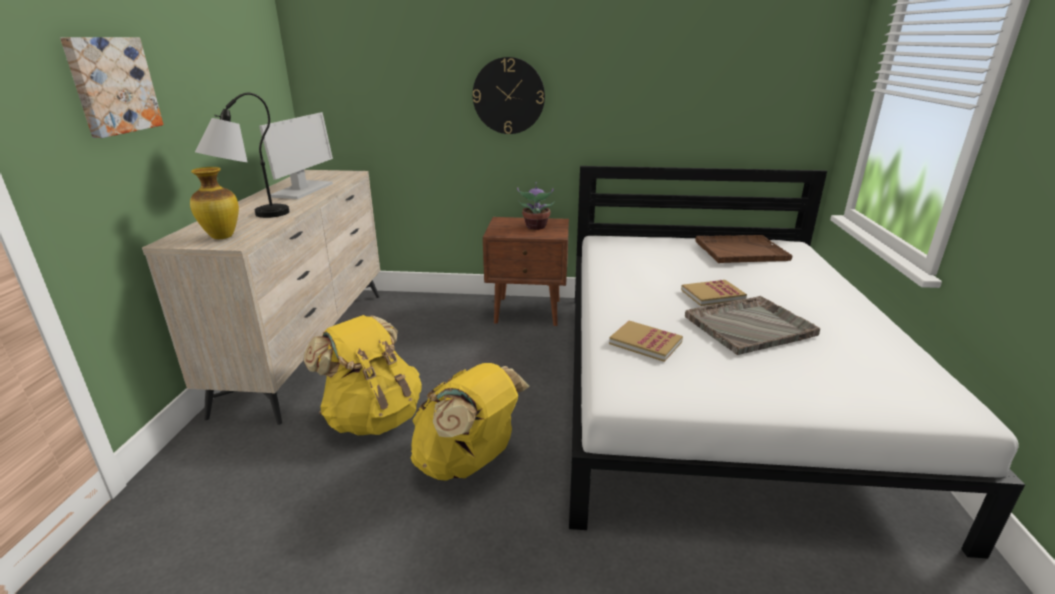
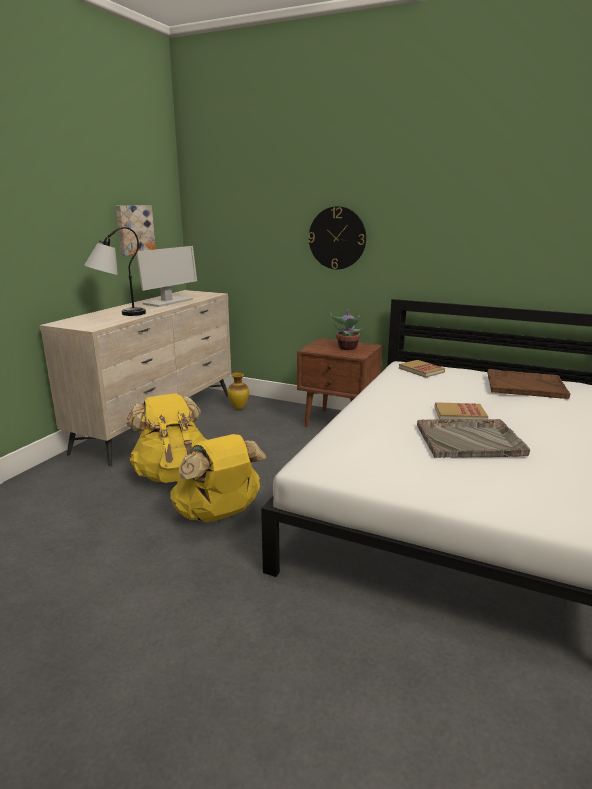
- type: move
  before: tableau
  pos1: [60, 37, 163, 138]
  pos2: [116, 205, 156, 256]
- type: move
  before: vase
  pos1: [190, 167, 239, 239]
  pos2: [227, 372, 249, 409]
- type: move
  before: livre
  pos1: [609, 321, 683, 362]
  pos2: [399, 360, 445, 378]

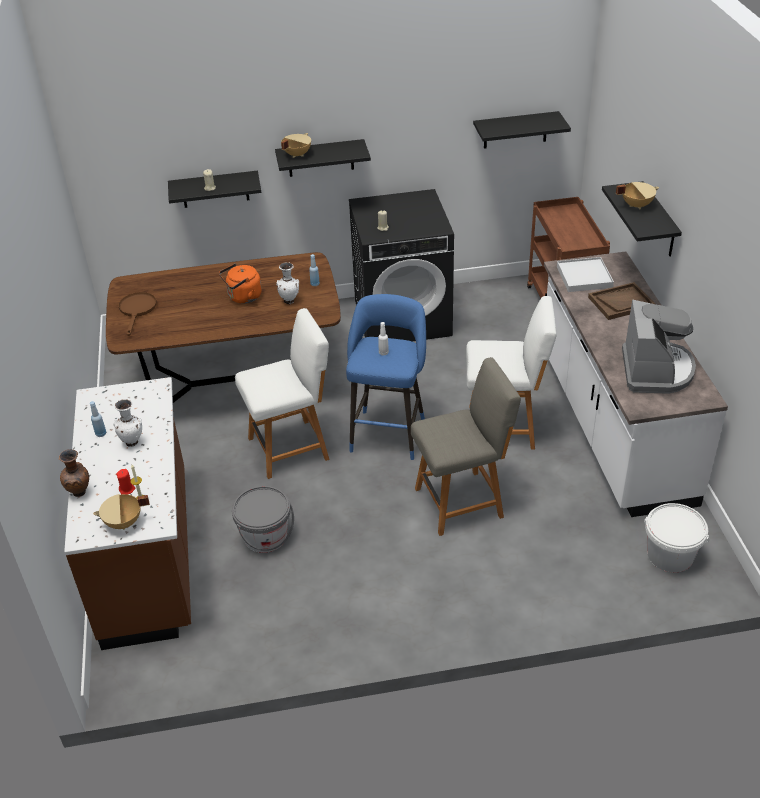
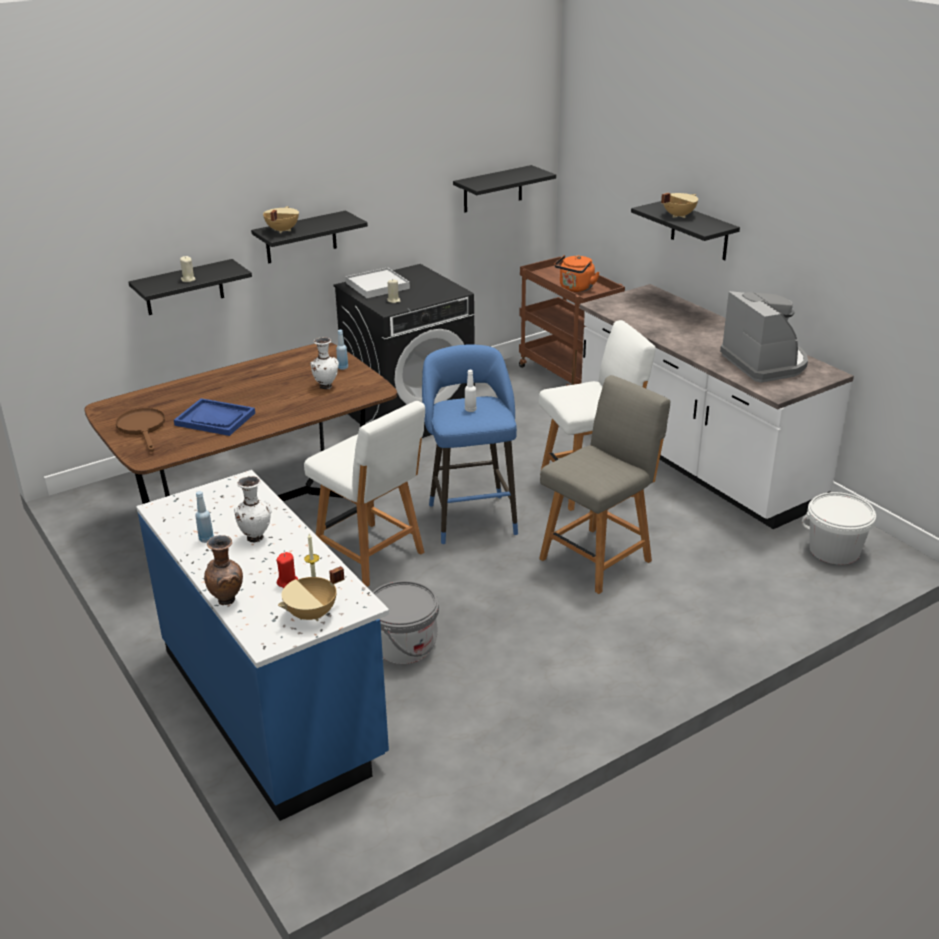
- type: delete
  before: plateau (marron)
  pos1: [588, 282, 655, 320]
- type: insert
  after: plateau (bleu)
  pos2: [174, 398, 255, 436]
- type: move
  before: bouilloire (orange)
  pos1: [219, 263, 262, 304]
  pos2: [554, 255, 600, 292]
- type: move
  before: plateau (blanc)
  pos1: [557, 257, 614, 292]
  pos2: [346, 267, 410, 298]
- type: recolor
  before: comptoir de cuisine (marron)
  after: comptoir de cuisine (bleu)
  pos1: [64, 377, 191, 650]
  pos2: [136, 470, 389, 821]
- type: rotate
  before: chaise (blanc)
  pos1: [235, 308, 329, 479]
  pos2: [304, 401, 425, 587]
  turn: 90

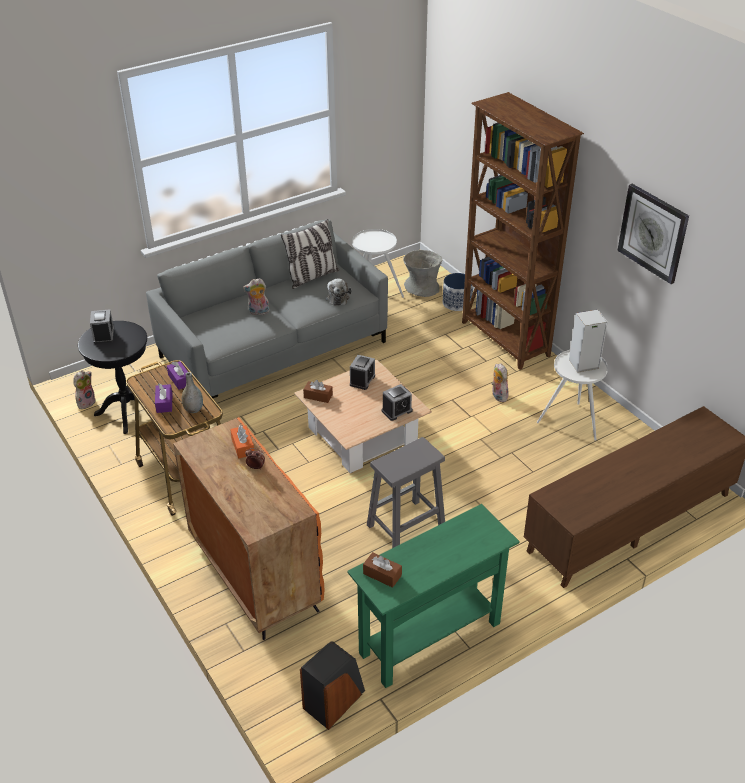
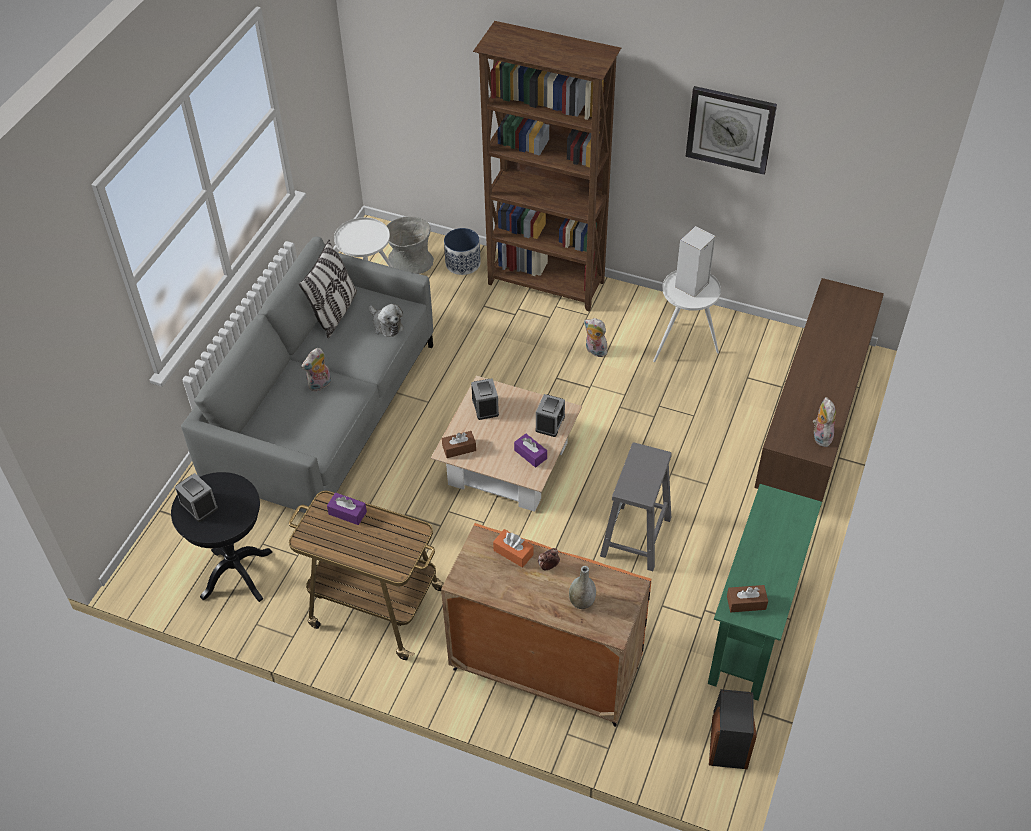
- type: move
  before: peluche
  pos1: [73, 370, 96, 409]
  pos2: [813, 397, 836, 447]
- type: move
  before: boîte à mouchoirs (violet)
  pos1: [155, 384, 172, 413]
  pos2: [514, 434, 547, 468]
- type: move
  before: vase (gris)
  pos1: [182, 372, 203, 413]
  pos2: [569, 566, 596, 609]

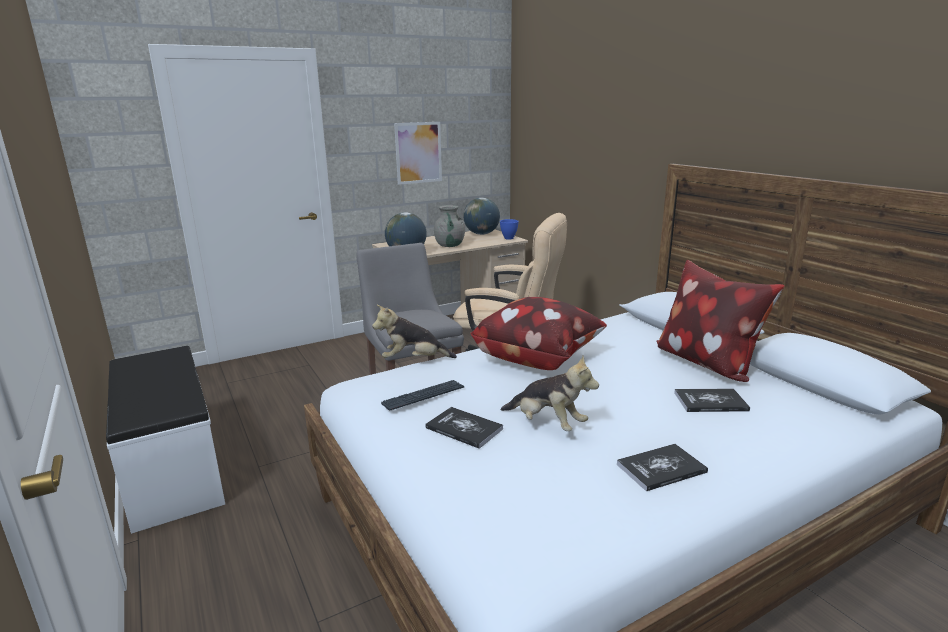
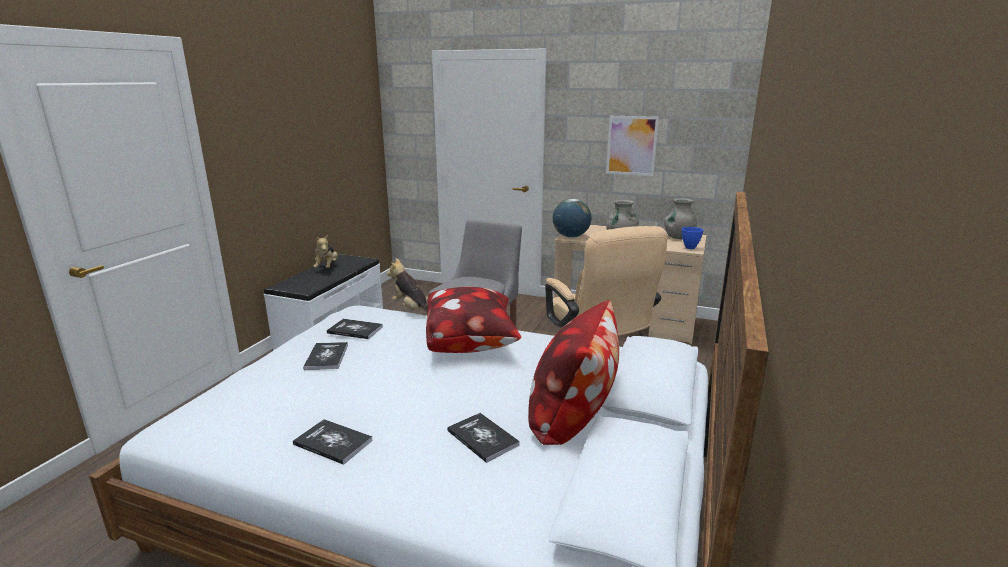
- type: move
  before: peluche
  pos1: [500, 355, 599, 431]
  pos2: [313, 234, 338, 268]
- type: replace
  before: clavier
  after: livre
  pos1: [381, 380, 464, 411]
  pos2: [327, 319, 383, 339]
- type: replace
  before: globe
  after: vase (gris)
  pos1: [463, 198, 500, 235]
  pos2: [664, 198, 697, 239]

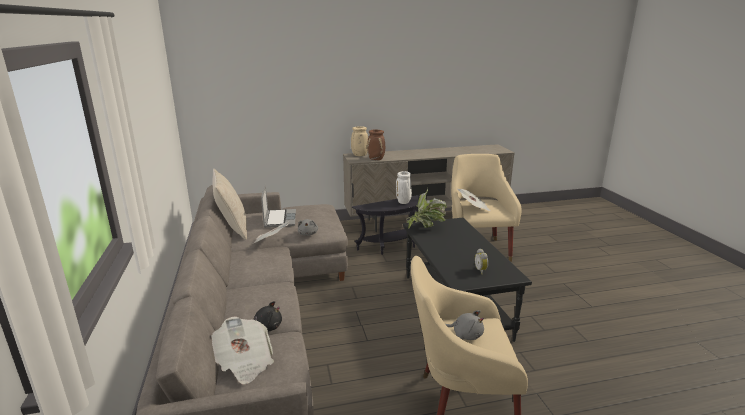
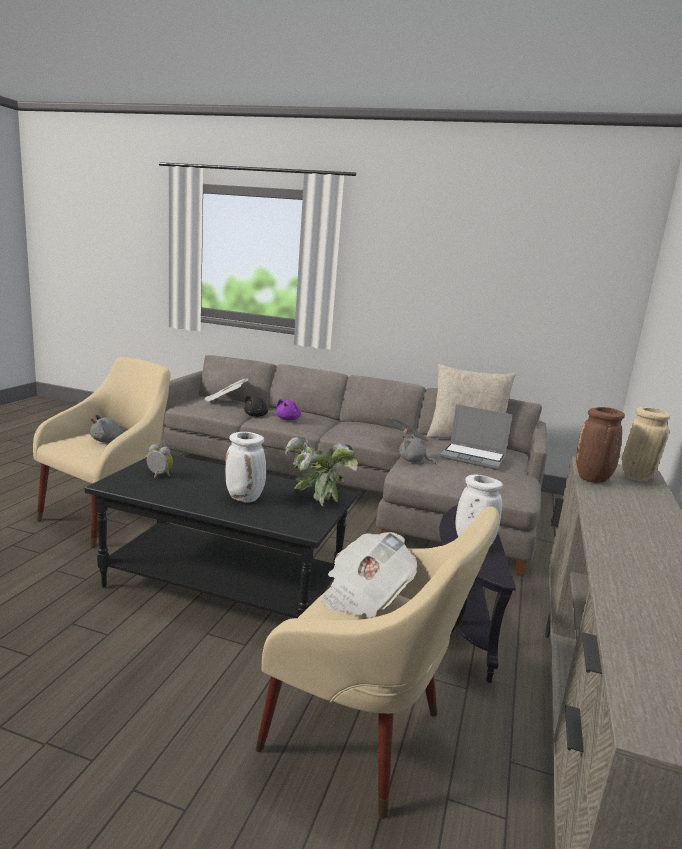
- type: insert
  after: vase (blanc)
  pos2: [225, 432, 266, 503]
- type: insert
  after: peluche (violet)
  pos2: [276, 399, 301, 420]

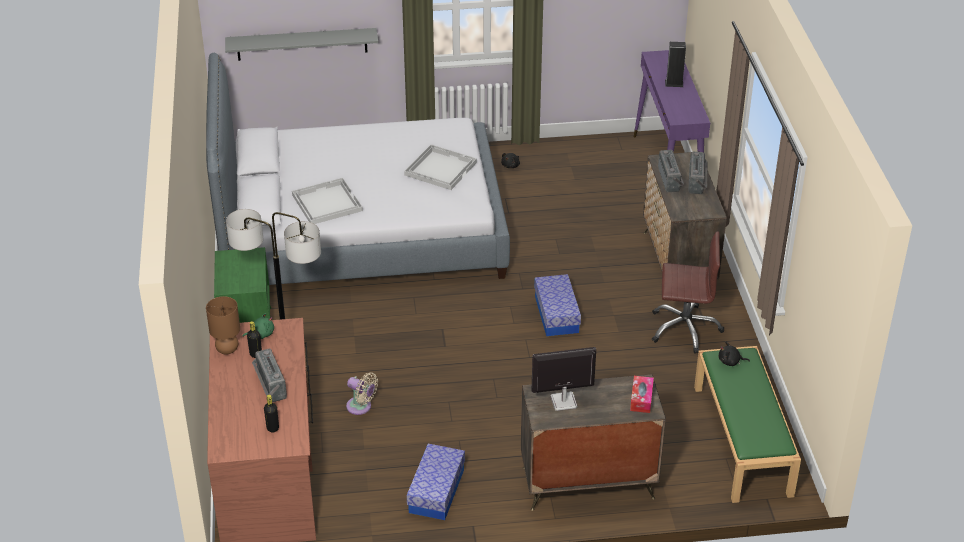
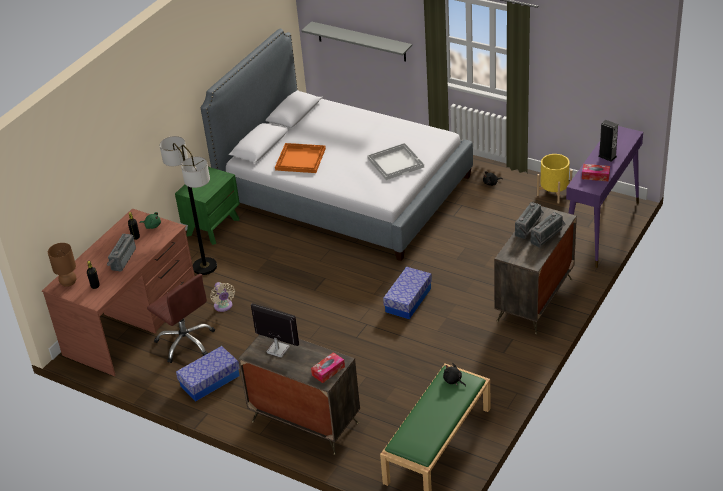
- type: insert
  after: cache-pot (jaune)
  pos2: [537, 154, 572, 204]
- type: insert
  after: boîte à mouchoirs
  pos2: [582, 164, 610, 181]
- type: move
  before: lampe de table (marron)
  pos1: [206, 296, 240, 354]
  pos2: [48, 243, 76, 287]
- type: move
  before: chaise de bureau (marron)
  pos1: [652, 231, 724, 354]
  pos2: [147, 274, 215, 363]
- type: recolor
  before: plateau (blanc)
  after: plateau (orange)
  pos1: [292, 177, 363, 224]
  pos2: [275, 143, 326, 173]

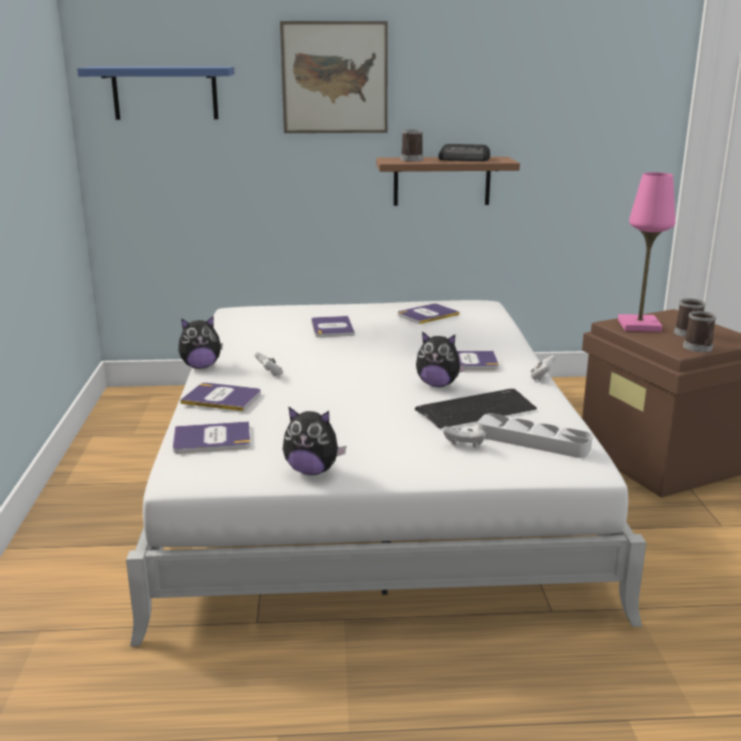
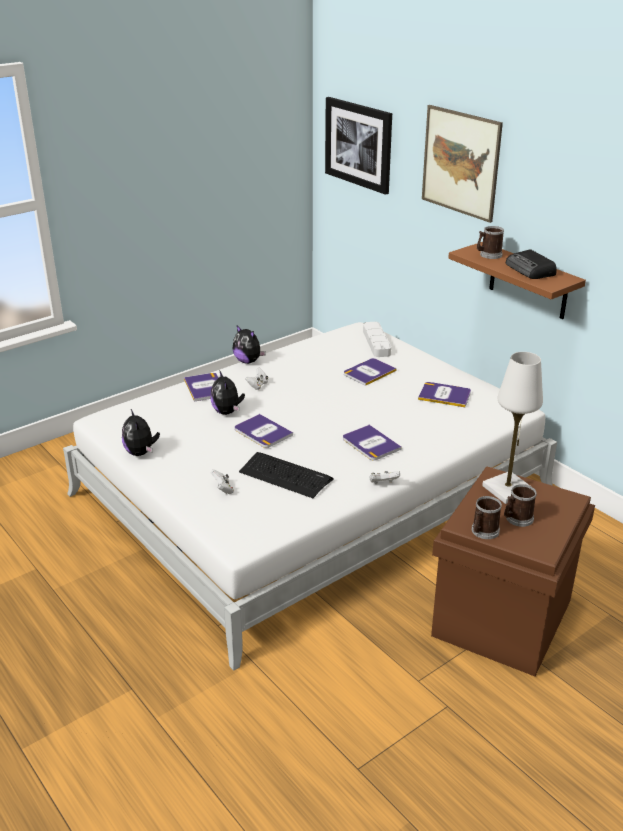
- type: move
  before: livre
  pos1: [173, 421, 250, 454]
  pos2: [235, 414, 293, 448]
- type: move
  before: peluche
  pos1: [416, 331, 466, 387]
  pos2: [210, 370, 245, 415]
- type: move
  before: plateau (gris)
  pos1: [478, 413, 593, 458]
  pos2: [363, 322, 391, 357]
- type: replace
  before: étagère (bleu)
  after: tableau
  pos1: [77, 67, 235, 120]
  pos2: [325, 97, 392, 195]
- type: recolor
  before: lampe de table (rose)
  after: lampe de table (blanc)
  pos1: [618, 172, 675, 332]
  pos2: [482, 352, 543, 504]

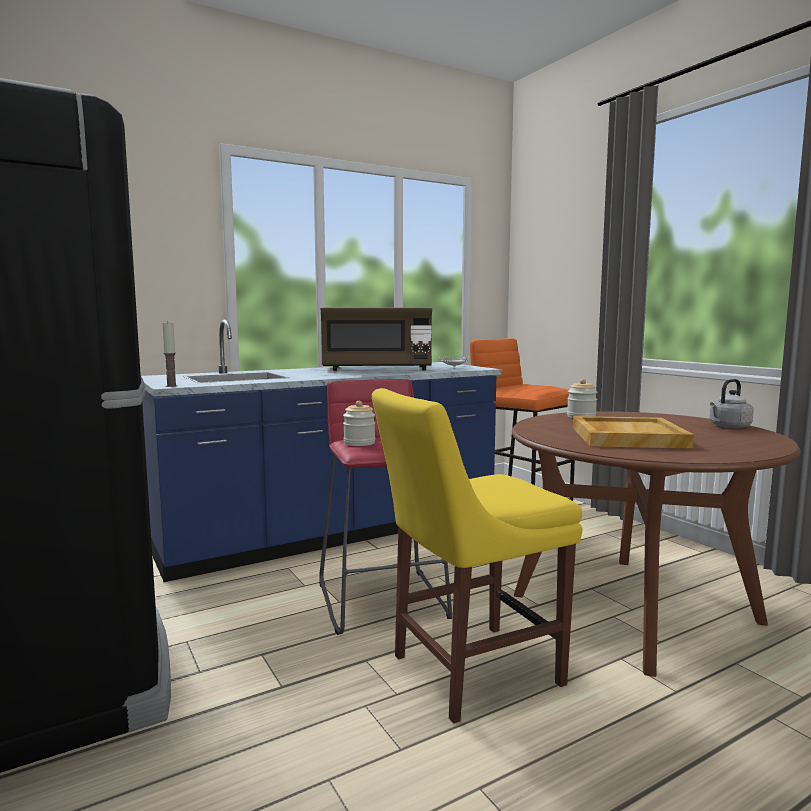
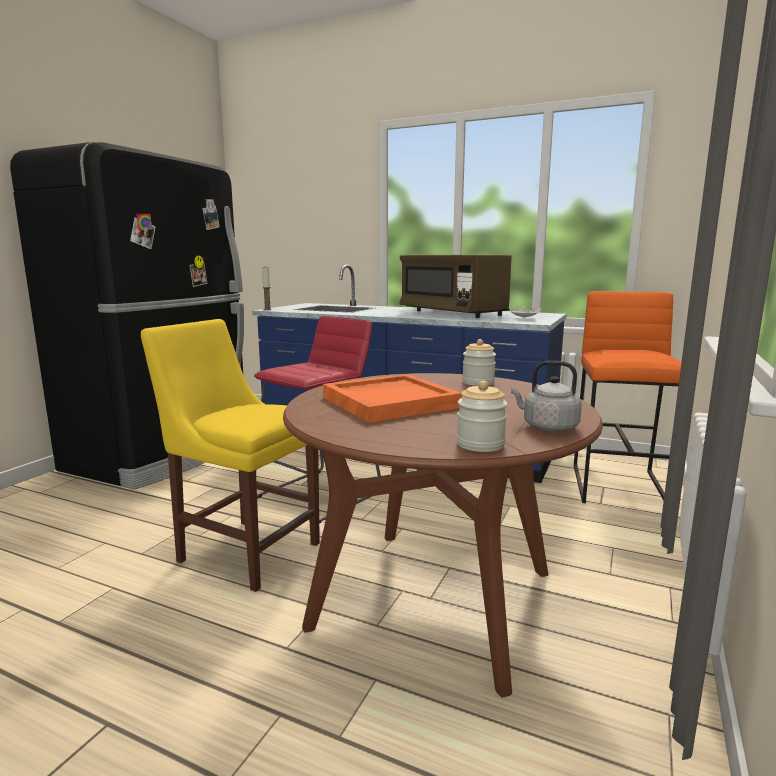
- type: move
  before: bocal
  pos1: [343, 401, 375, 446]
  pos2: [457, 381, 507, 452]
- type: recolor
  before: plateau (beige)
  after: plateau (orange)
  pos1: [573, 416, 694, 449]
  pos2: [323, 374, 462, 423]

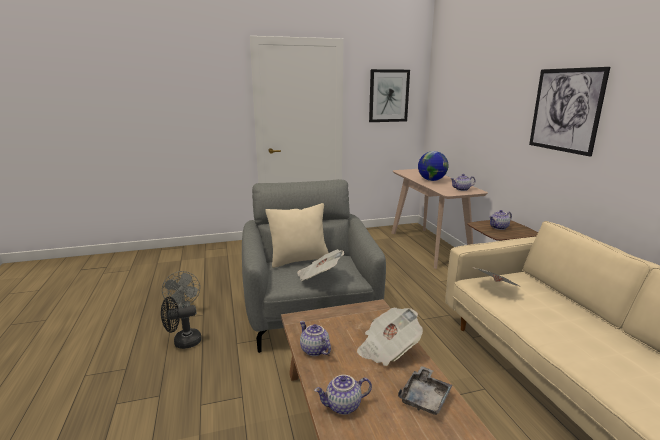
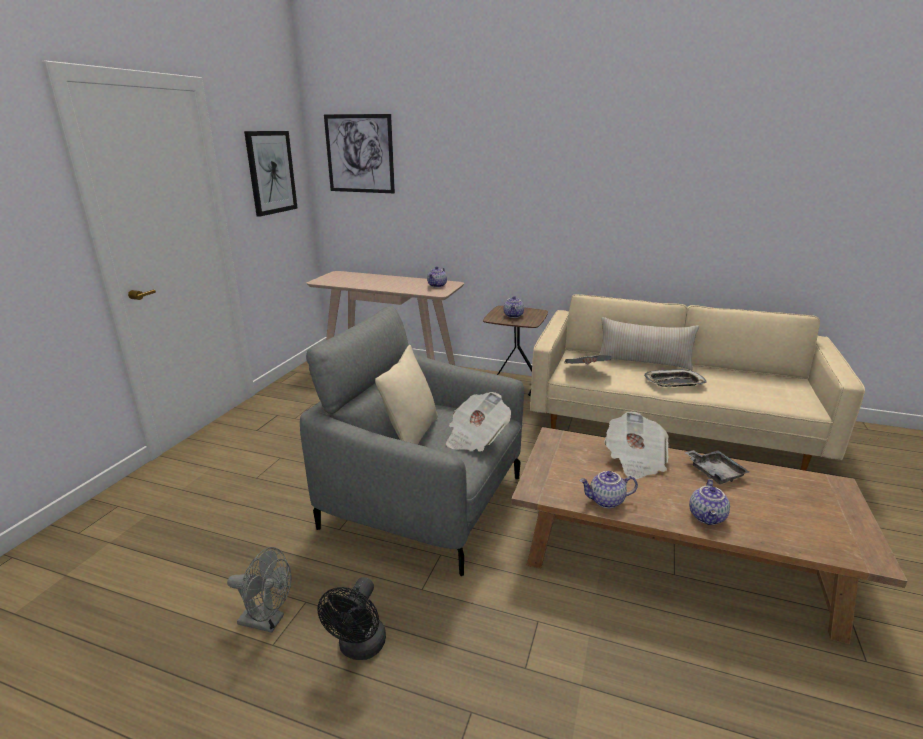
- type: delete
  before: globe
  pos1: [418, 151, 448, 181]
- type: insert
  after: coussin (beige)
  pos2: [599, 317, 699, 370]
- type: insert
  after: plateau
  pos2: [644, 369, 706, 387]
- type: move
  before: tableau
  pos1: [529, 67, 610, 157]
  pos2: [324, 114, 395, 193]

